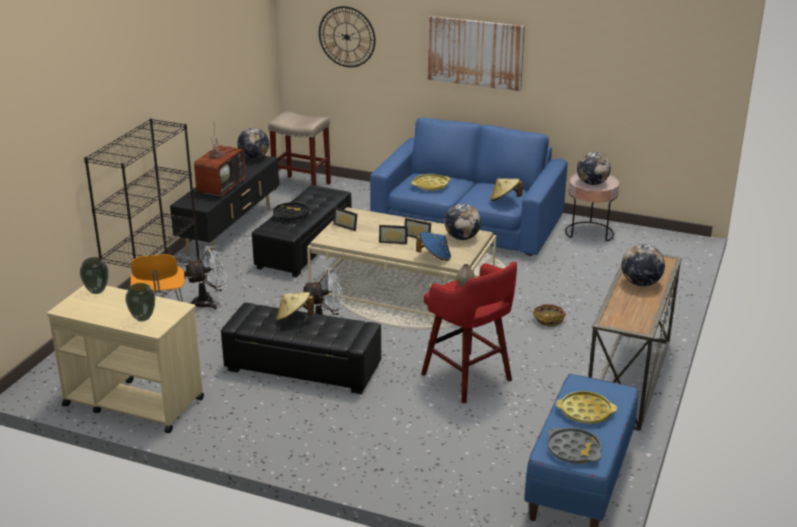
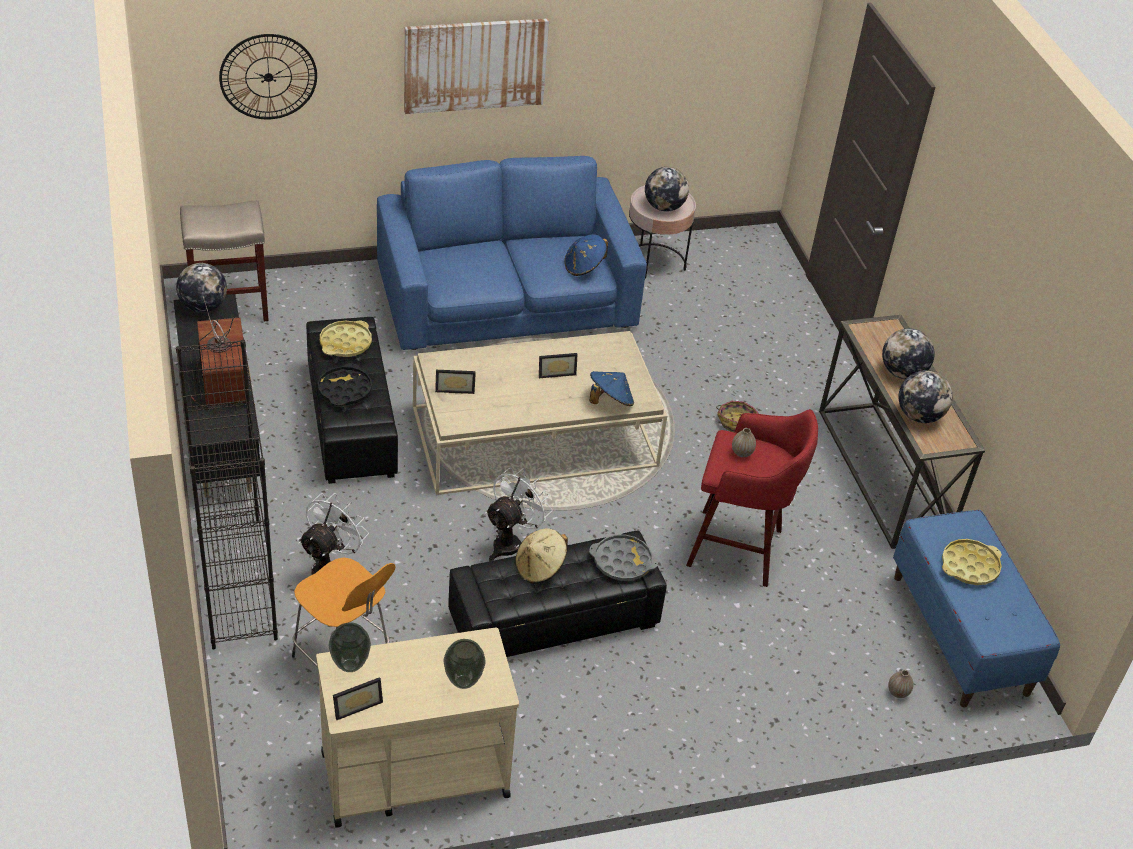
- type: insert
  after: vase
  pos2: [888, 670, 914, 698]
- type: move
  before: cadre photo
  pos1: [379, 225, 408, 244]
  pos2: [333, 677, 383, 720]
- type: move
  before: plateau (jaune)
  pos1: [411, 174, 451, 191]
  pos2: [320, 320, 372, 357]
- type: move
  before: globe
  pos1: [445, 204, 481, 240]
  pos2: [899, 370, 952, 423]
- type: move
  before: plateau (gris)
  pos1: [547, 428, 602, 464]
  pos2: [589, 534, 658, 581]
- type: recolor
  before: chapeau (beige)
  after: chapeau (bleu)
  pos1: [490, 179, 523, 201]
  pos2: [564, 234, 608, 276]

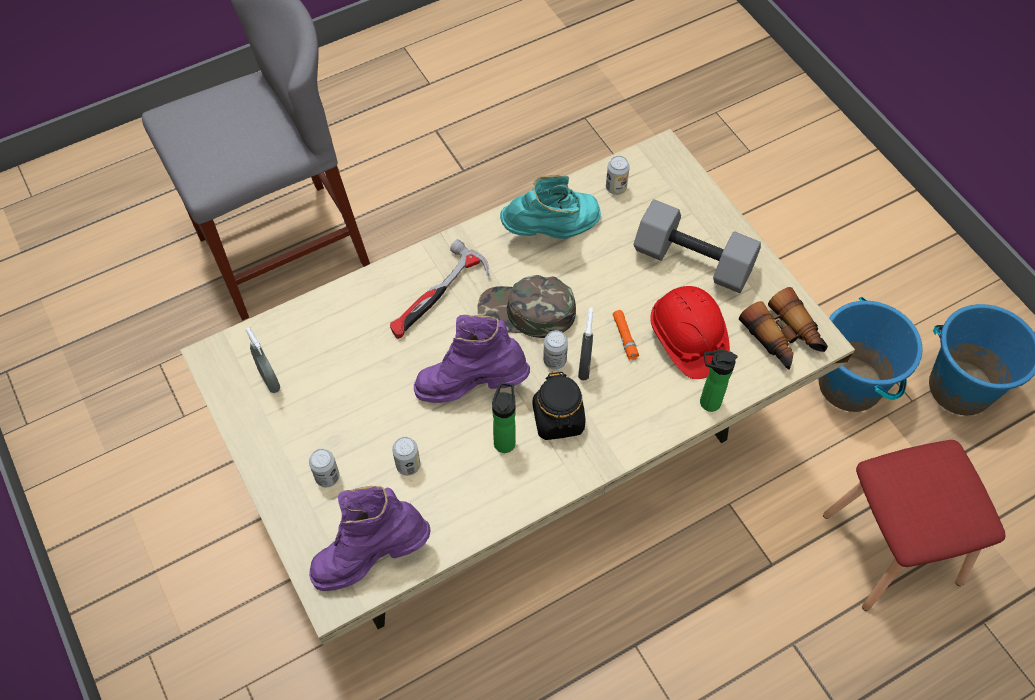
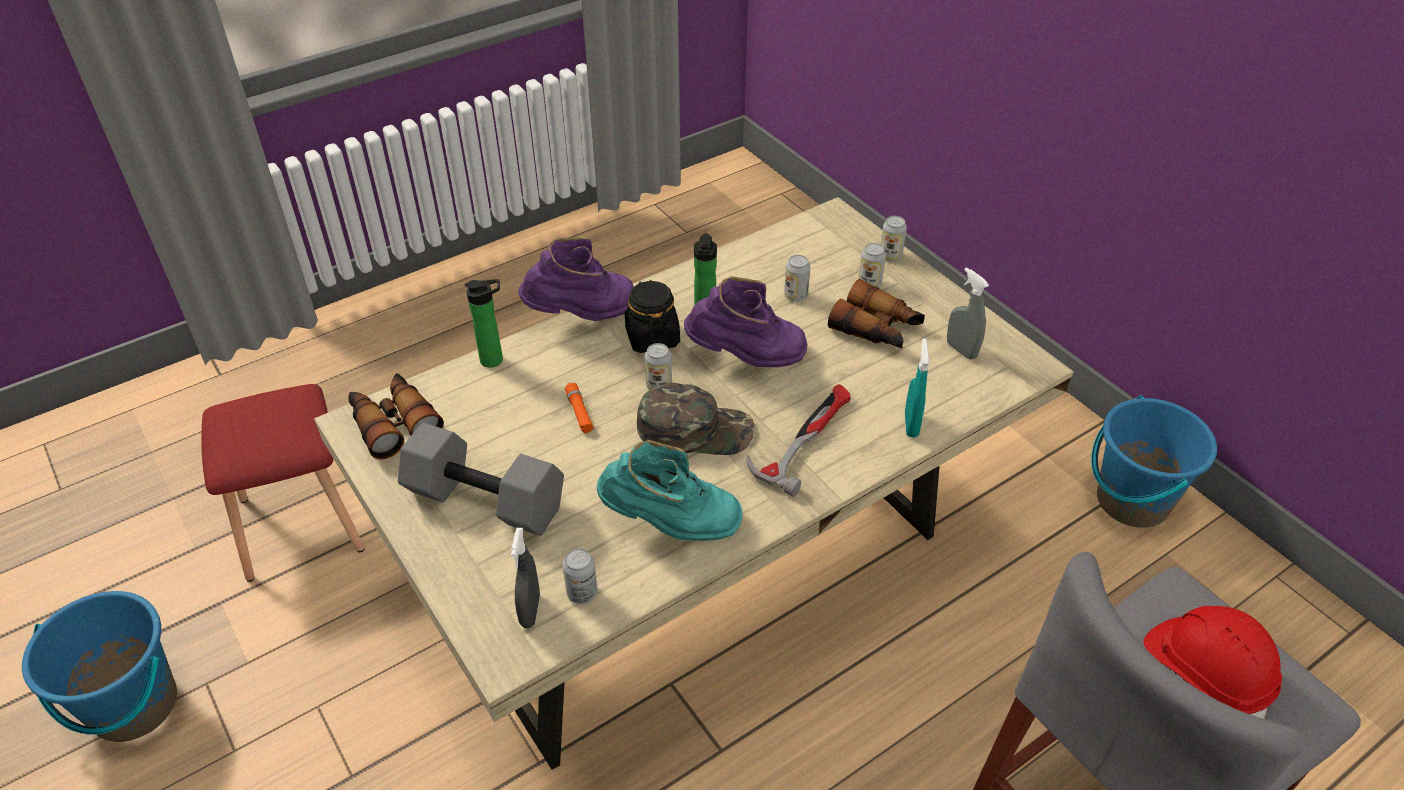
- type: insert
  after: jumelles
  pos2: [828, 279, 925, 348]
- type: insert
  after: boîte métallique
  pos2: [881, 216, 907, 261]
- type: insert
  after: vaporisateur (turquoise)
  pos2: [905, 338, 929, 438]
- type: move
  before: botte (violet)
  pos1: [309, 486, 431, 591]
  pos2: [518, 237, 634, 321]
- type: move
  before: vaporisateur (gris)
  pos1: [578, 307, 593, 381]
  pos2: [511, 528, 540, 628]
- type: move
  before: casque de chantier (rouge)
  pos1: [650, 286, 730, 379]
  pos2: [1143, 606, 1282, 719]
- type: move
  before: seau (bleu)
  pos1: [819, 297, 923, 412]
  pos2: [1091, 395, 1217, 528]
- type: rotate
  before: botte (turquoise)
  pos1: [500, 174, 601, 239]
  pos2: [597, 440, 742, 541]
  turn: -150

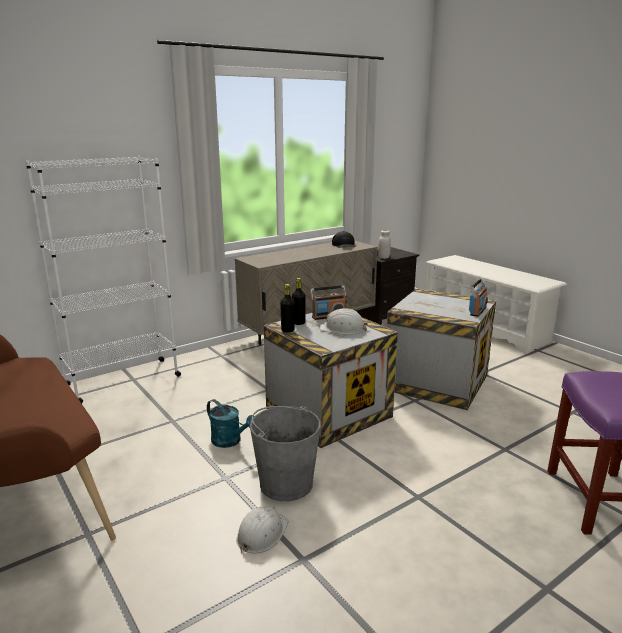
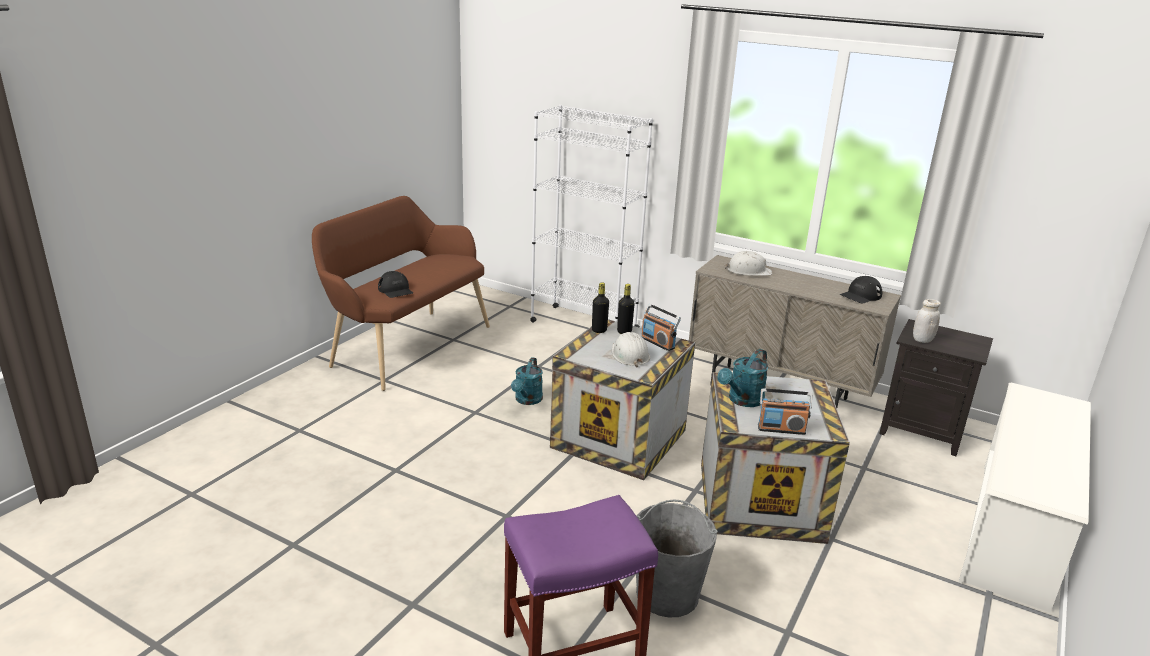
- type: insert
  after: casquette (noir)
  pos2: [378, 271, 413, 298]
- type: insert
  after: arrosoir (turquoise)
  pos2: [717, 349, 768, 407]
- type: move
  before: casque de chantier (blanc)
  pos1: [236, 506, 289, 554]
  pos2: [725, 251, 772, 276]
- type: move
  before: seau (gris)
  pos1: [250, 406, 321, 501]
  pos2: [636, 500, 718, 617]

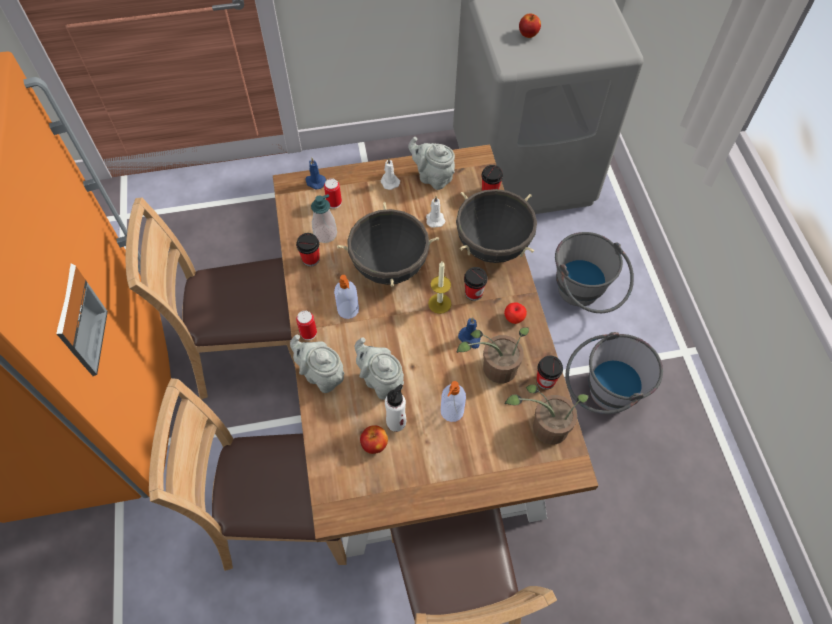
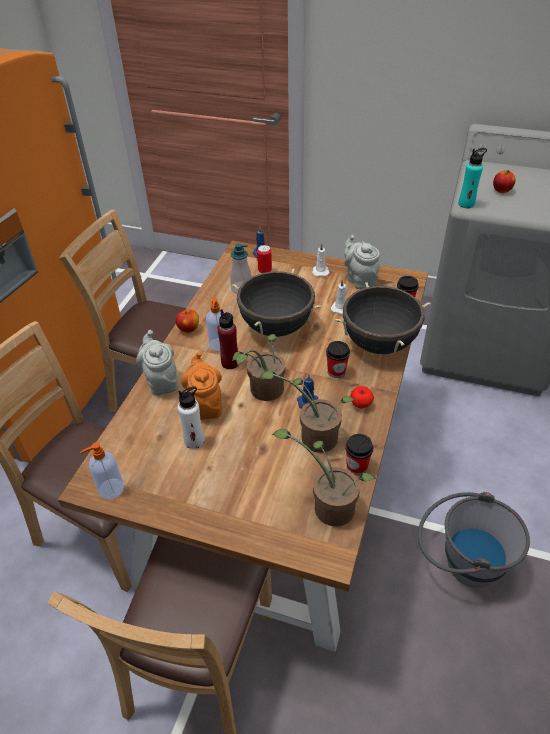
- type: delete
  before: tasse
  pos1: [296, 233, 320, 266]
- type: delete
  before: boîte métallique
  pos1: [296, 310, 317, 340]
- type: delete
  before: bougie
  pos1: [428, 261, 451, 314]
- type: delete
  before: seau (gris)
  pos1: [555, 232, 634, 313]
- type: insert
  after: bouteille (rouge)
  pos2: [217, 309, 238, 369]
- type: insert
  after: plante en pot
  pos2: [232, 334, 286, 401]
- type: insert
  after: bouteille (turquoise)
  pos2: [458, 148, 487, 208]
- type: move
  before: pomme
  pos1: [360, 425, 388, 454]
  pos2: [176, 309, 199, 333]
- type: move
  before: distributeur de savon
  pos1: [441, 381, 466, 422]
  pos2: [80, 442, 124, 499]
- type: recolor
  before: théière (gris)
  after: théière (orange)
  pos1: [355, 337, 404, 400]
  pos2: [181, 351, 222, 420]

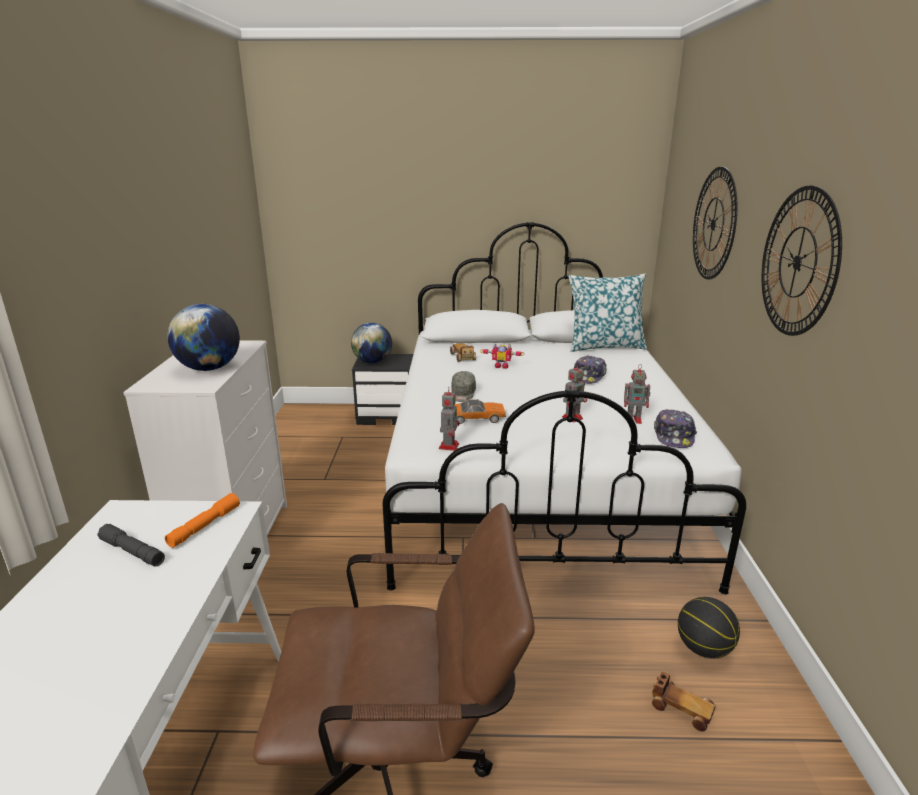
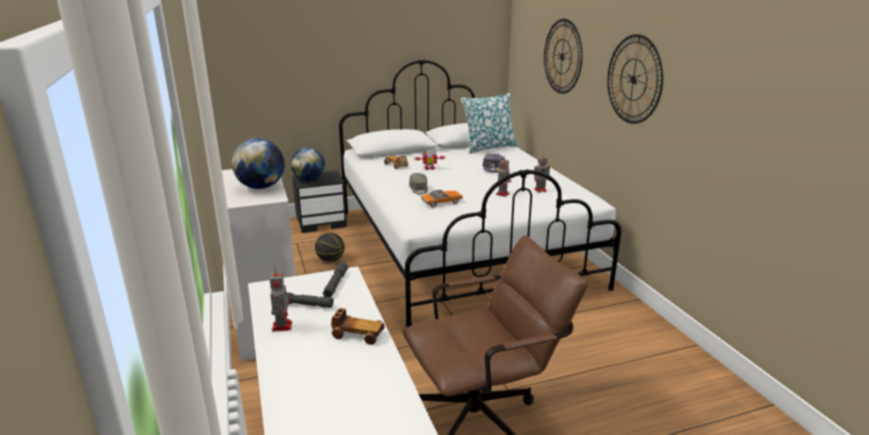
- type: delete
  before: casquette
  pos1: [654, 409, 697, 448]
- type: move
  before: robot jouet
  pos1: [439, 387, 460, 451]
  pos2: [269, 268, 292, 332]
- type: move
  before: petite voiture
  pos1: [652, 672, 716, 731]
  pos2: [331, 308, 385, 345]
- type: move
  before: ballon de basket
  pos1: [678, 597, 740, 659]
  pos2: [315, 233, 345, 262]
- type: recolor
  before: lampe de poche (orange)
  after: lampe de poche (gris)
  pos1: [165, 493, 240, 548]
  pos2: [323, 262, 348, 298]

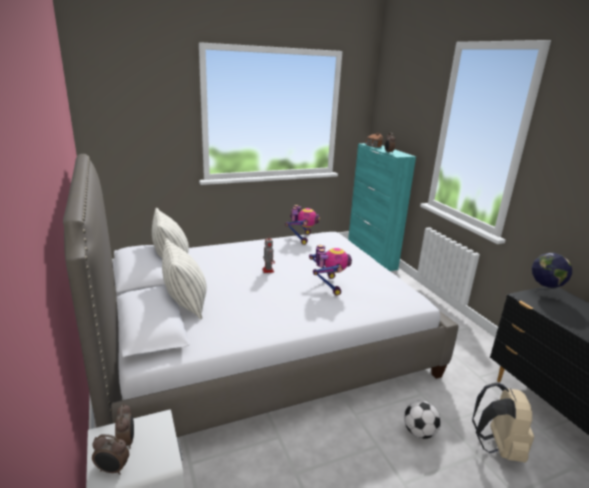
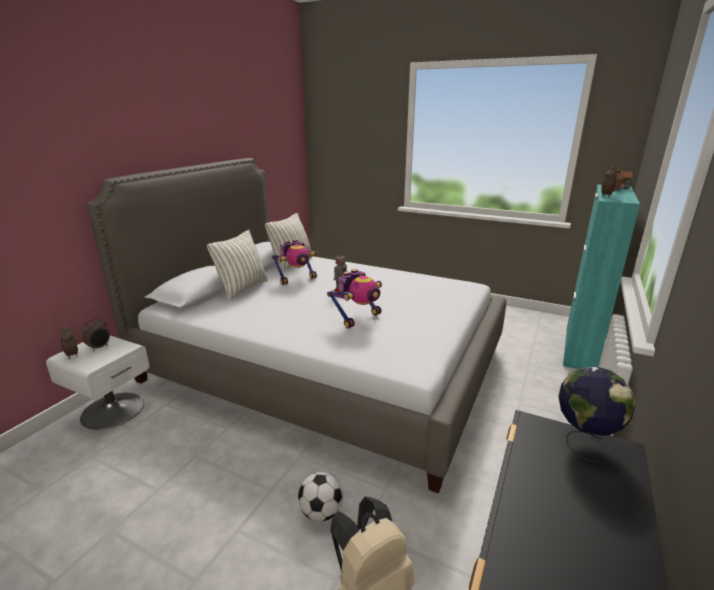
- type: move
  before: robot jouet
  pos1: [285, 205, 320, 245]
  pos2: [272, 239, 317, 285]

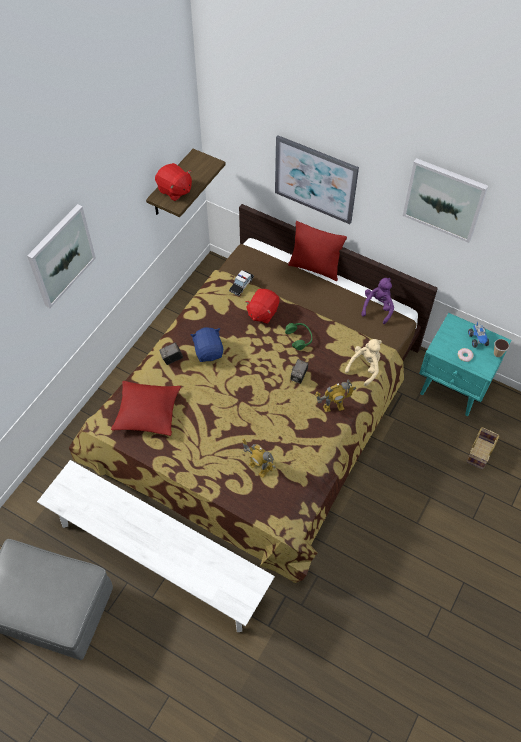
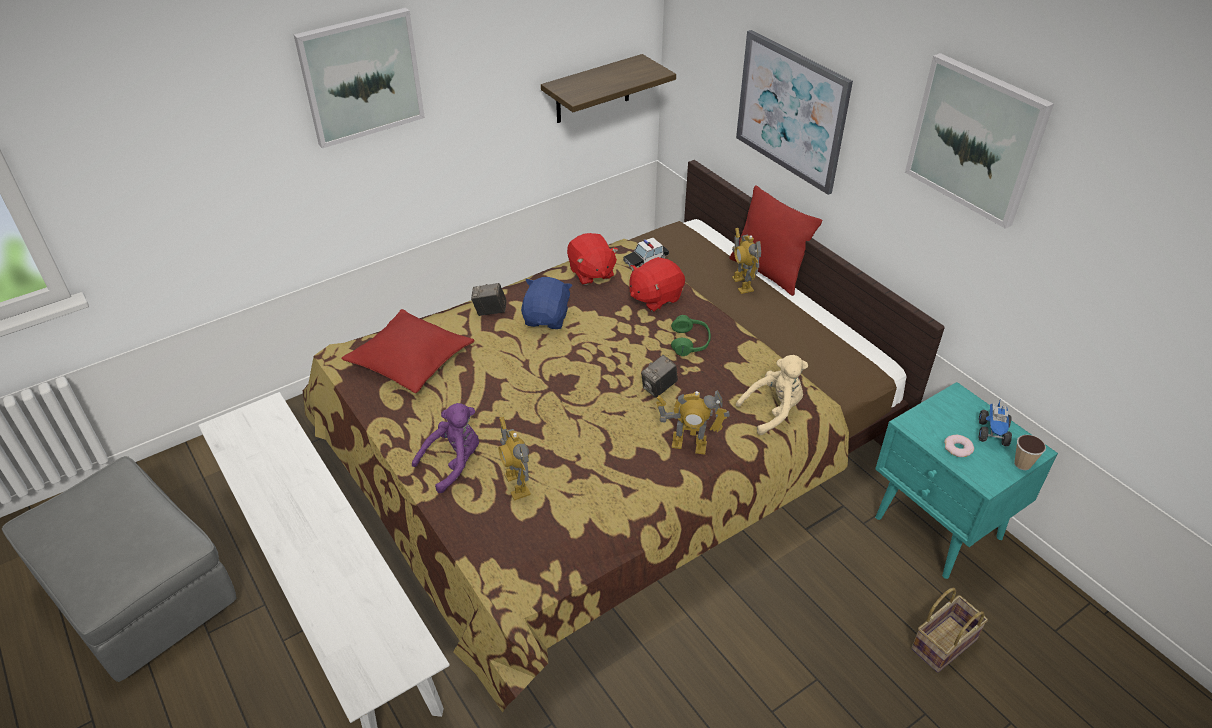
- type: insert
  after: robot jouet
  pos2: [732, 228, 761, 294]
- type: move
  before: peluche (rouge)
  pos1: [155, 163, 192, 201]
  pos2: [567, 233, 619, 285]
- type: move
  before: peluche (violet)
  pos1: [361, 278, 394, 324]
  pos2: [412, 403, 479, 493]

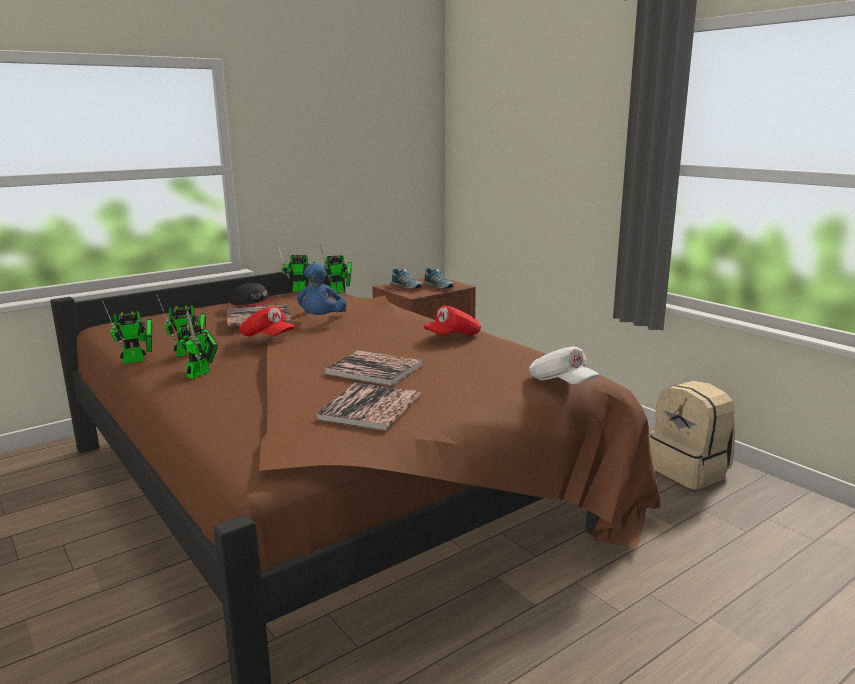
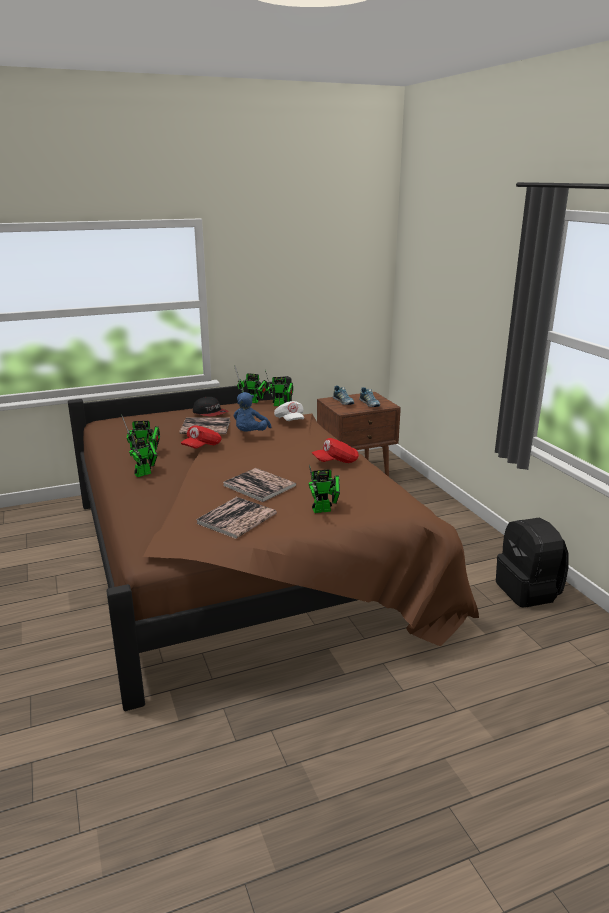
- type: move
  before: robot jouet
  pos1: [102, 300, 152, 364]
  pos2: [308, 465, 340, 513]
- type: move
  before: casquette (blanc)
  pos1: [529, 346, 599, 384]
  pos2: [274, 401, 304, 421]
- type: recolor
  before: sac à dos (beige)
  after: sac à dos (noir)
  pos1: [650, 381, 735, 490]
  pos2: [496, 517, 569, 607]
- type: rotate
  before: casquette (rouge)
  pos1: [239, 306, 295, 337]
  pos2: [181, 425, 221, 448]
  turn: 75

